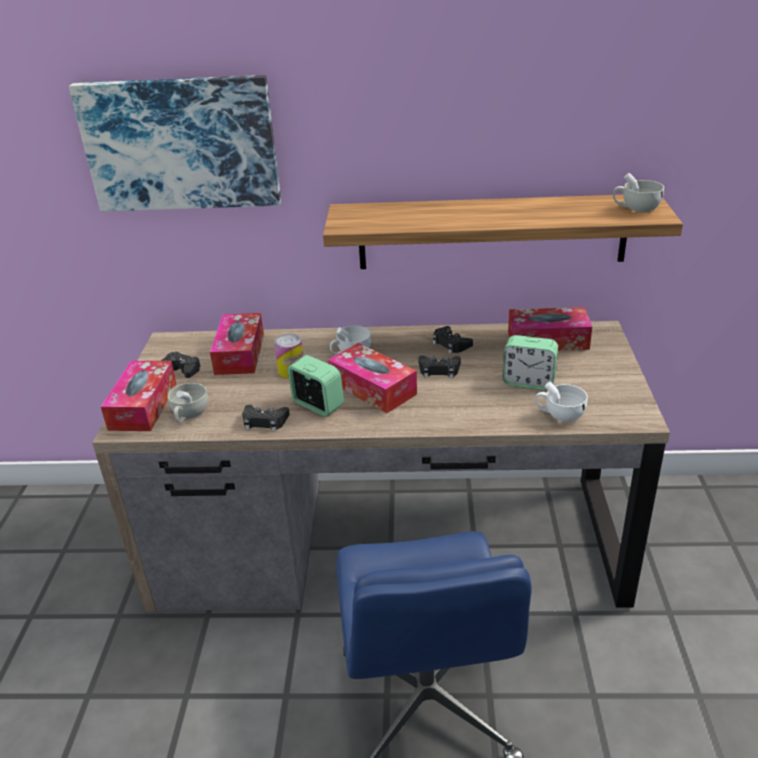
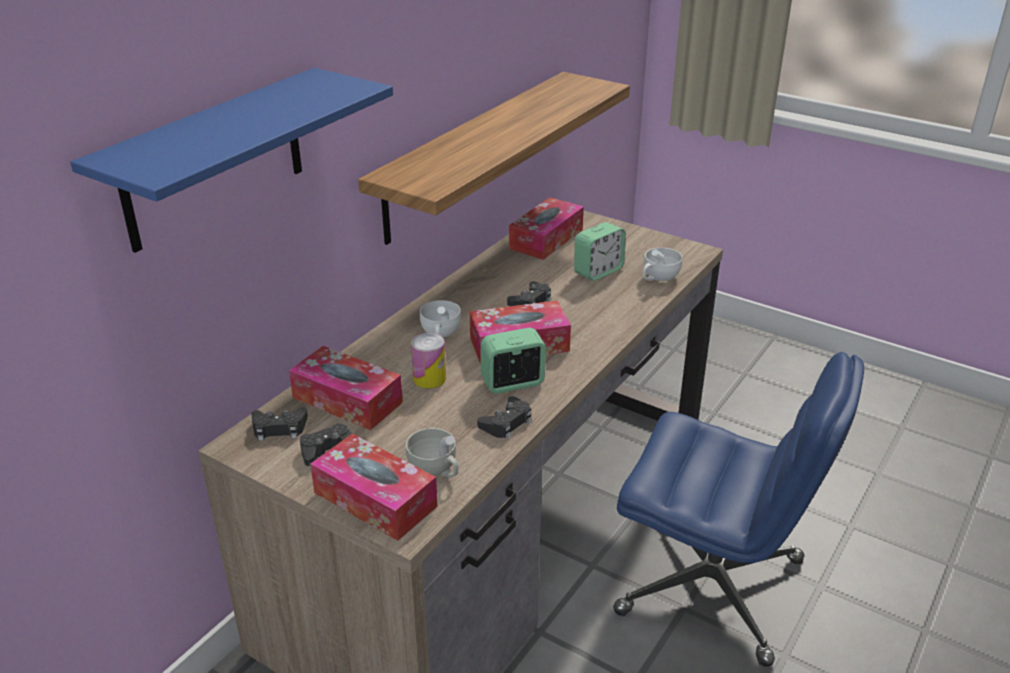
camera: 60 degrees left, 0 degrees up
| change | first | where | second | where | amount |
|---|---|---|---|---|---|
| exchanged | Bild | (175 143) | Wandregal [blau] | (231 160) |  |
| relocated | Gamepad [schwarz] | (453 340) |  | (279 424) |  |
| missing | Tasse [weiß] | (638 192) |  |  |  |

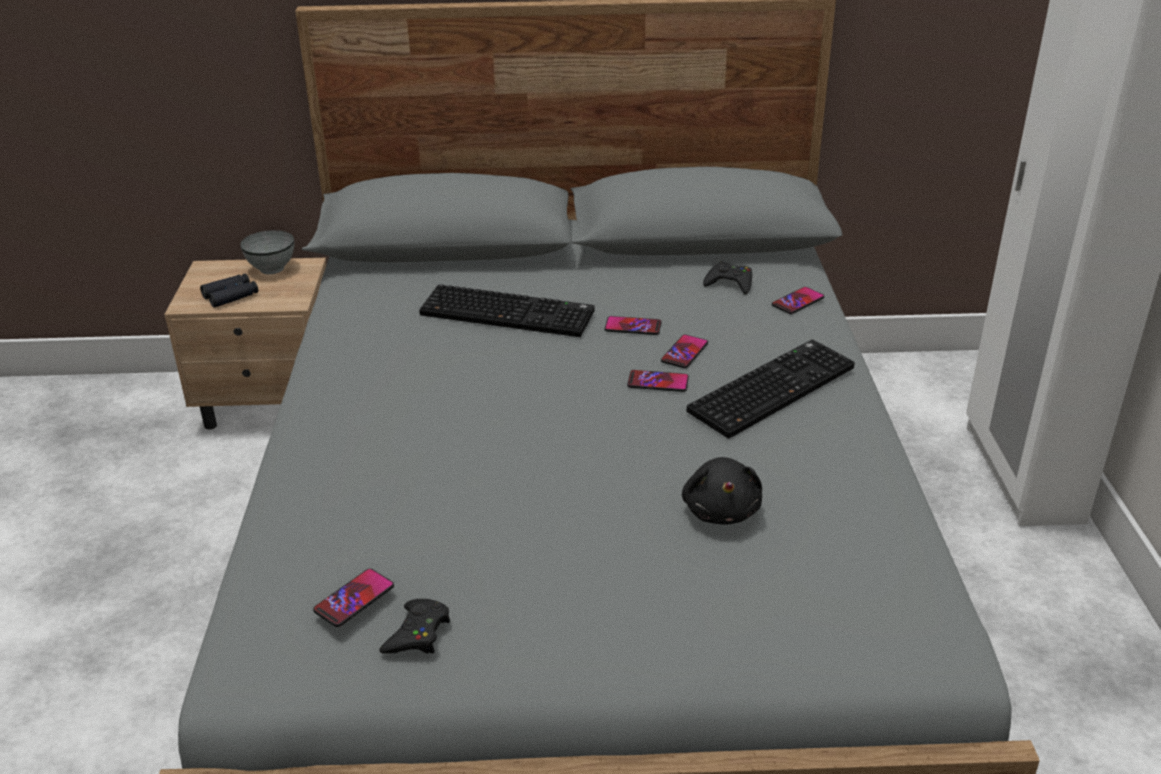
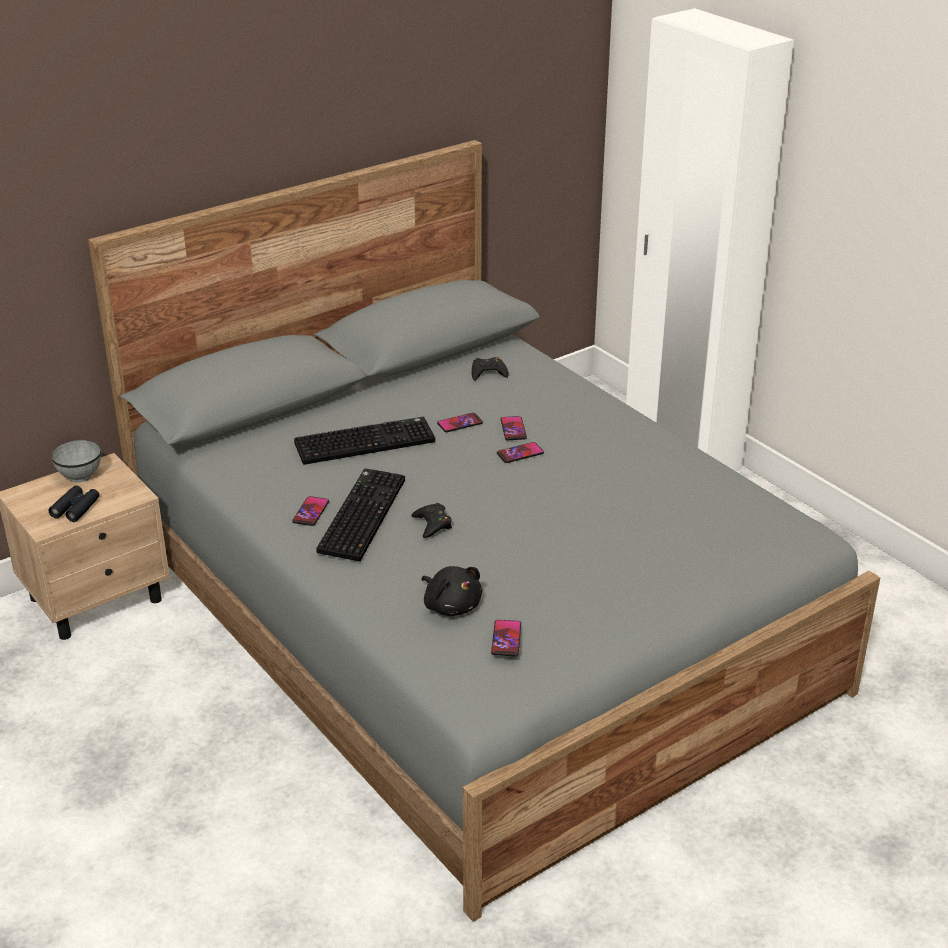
camera: 35 degrees left, 0 degrees up
| change | first | where | second | where | amount |
|---|---|---|---|---|---|
| relocated | Handy | (798 300) |  | (310 511) |  |
| relocated | Tastatur | (770 389) |  | (360 514) |  |
| relocated | Gamepad [schwarz] | (414 626) |  | (431 520) |  |
| relocated | Plüschtier [schwarz] | (722 491) |  | (452 591) |  |

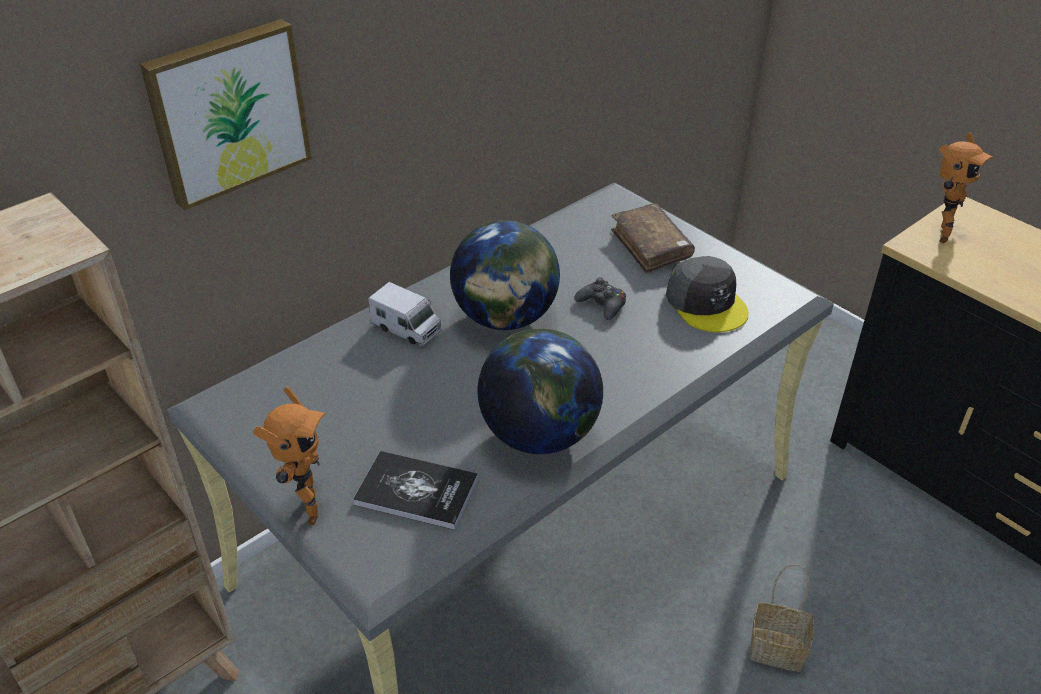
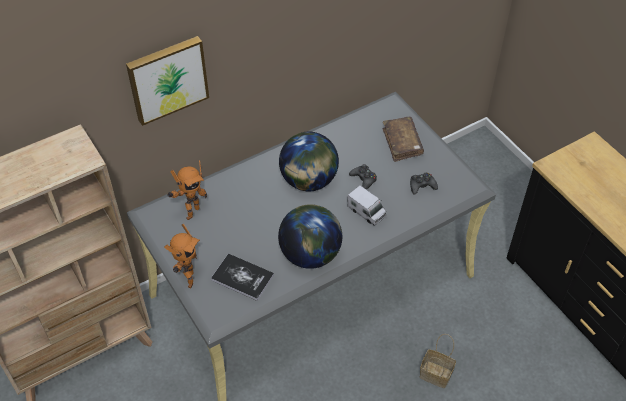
camera: 10 degrees right, 10 degrees up
| change | first | where | second | where | amount |
|---|---|---|---|---|---|
| relocated | Spielzeugroboter | (966 187) |  | (187 190) |  |
| relocated | Spielzeuglaster | (405 314) |  | (366 205) |  |
| exchanged | Kappe [grau] | (707 294) | Gamepad [schwarz] | (424 184) |  |

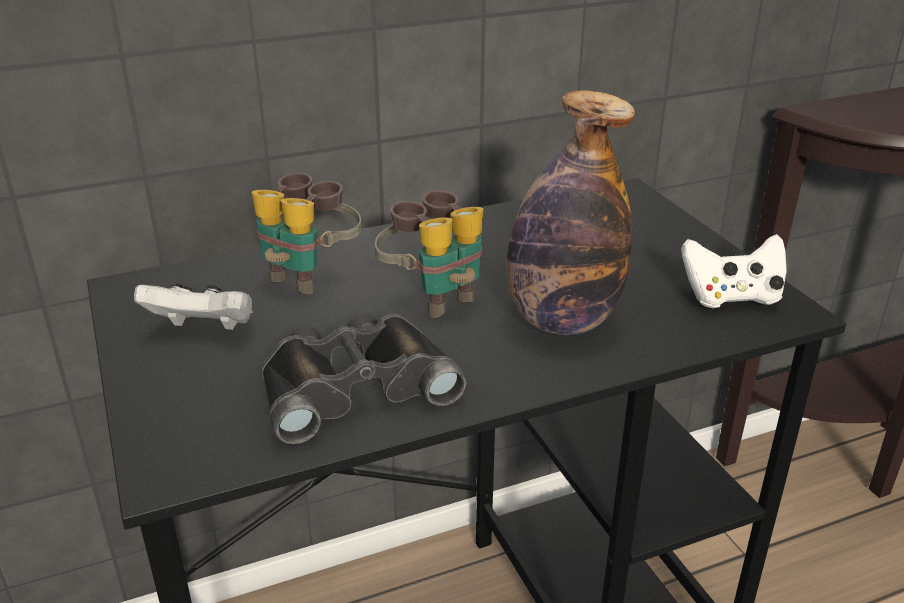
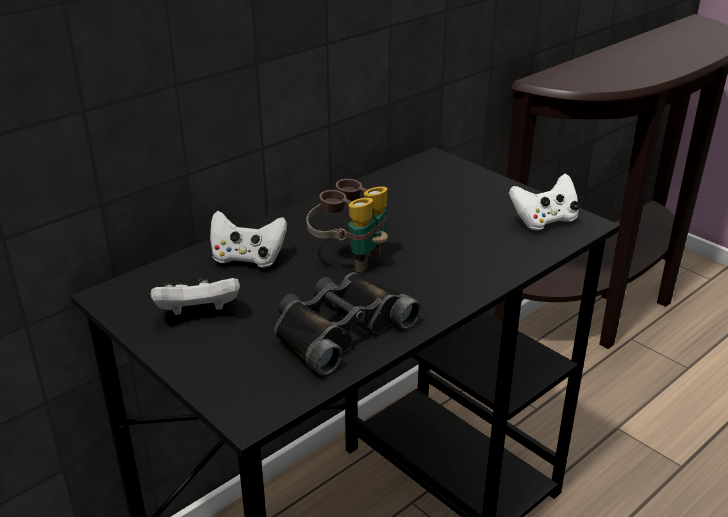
camera: 20 degrees left, 0 degrees up
| change | first | where | second | where | amount |
|---|---|---|---|---|---|
| exchanged | Fernglas | (307 234) | Gamepad [weiß] | (248 239) |  |
| missing | Flasche | (571 212) |  |  |  |

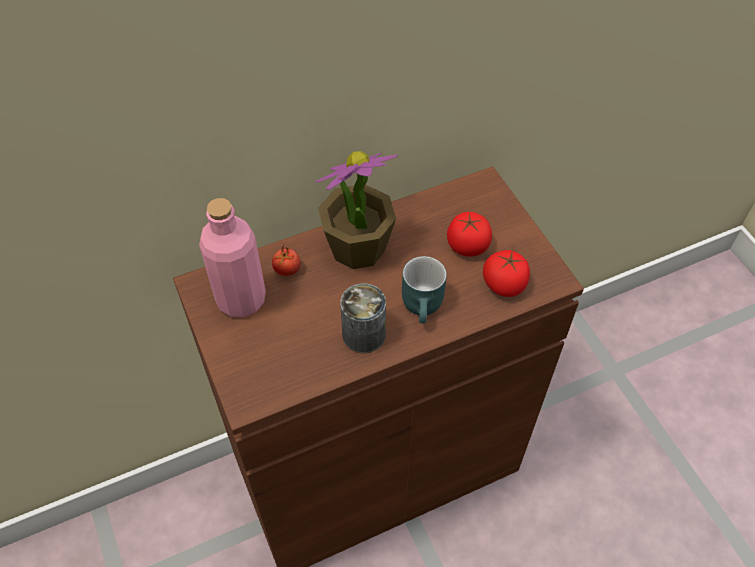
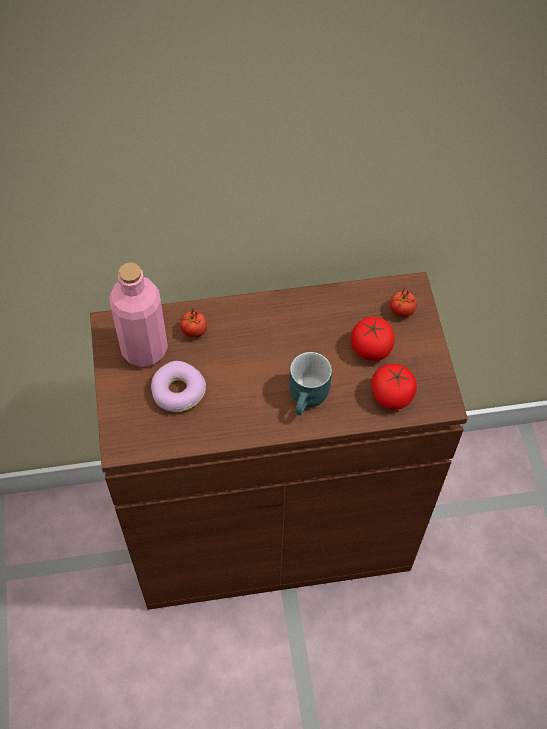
camera: 15 degrees right, 5 degrees up
| change | first | where | second | where | amount |
|---|---|---|---|---|---|
| appeared |  |  | Donut | (178 386) |  |
| appeared |  |  | Tomate | (403 302) |  |
| missing | Topfpflanze | (357 210) |  |  |  |
| missing | Dose | (363 318) |  |  |  |

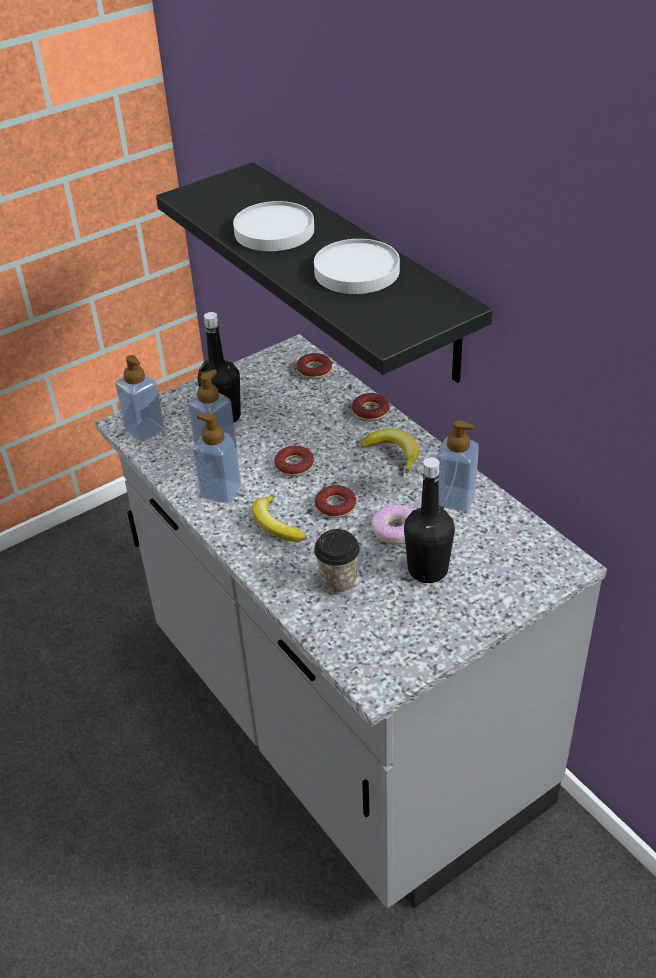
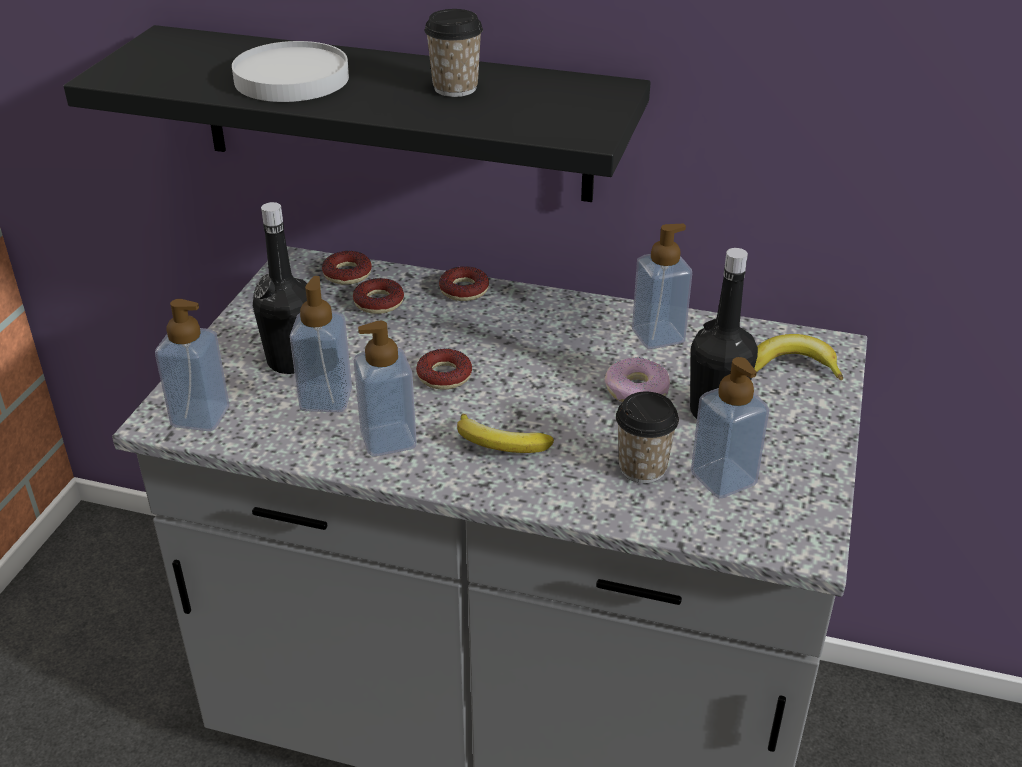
camera: 40 degrees left, 5 degrees down
| change | first | where | second | where | amount |
|---|---|---|---|---|---|
| relocated | Donut | (335 501) |  | (378 296) |  |
| exchanged | Teller [weiß] | (357 266) | Tasse | (453 53) |  |
| appeared |  |  | Seifenspender | (730 428) |  |
| relocated | Banane | (389 451) |  | (798 357) |  |

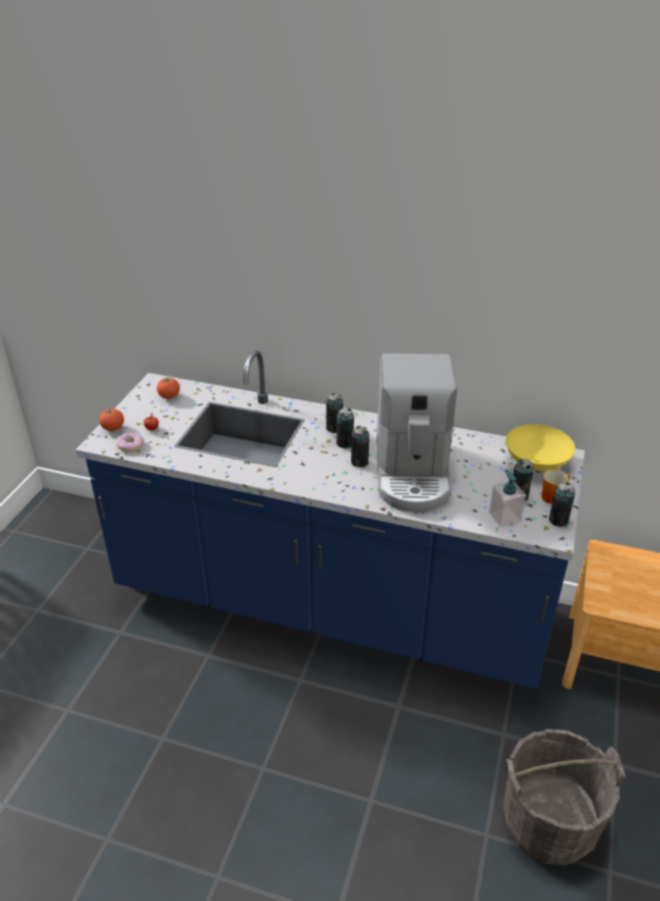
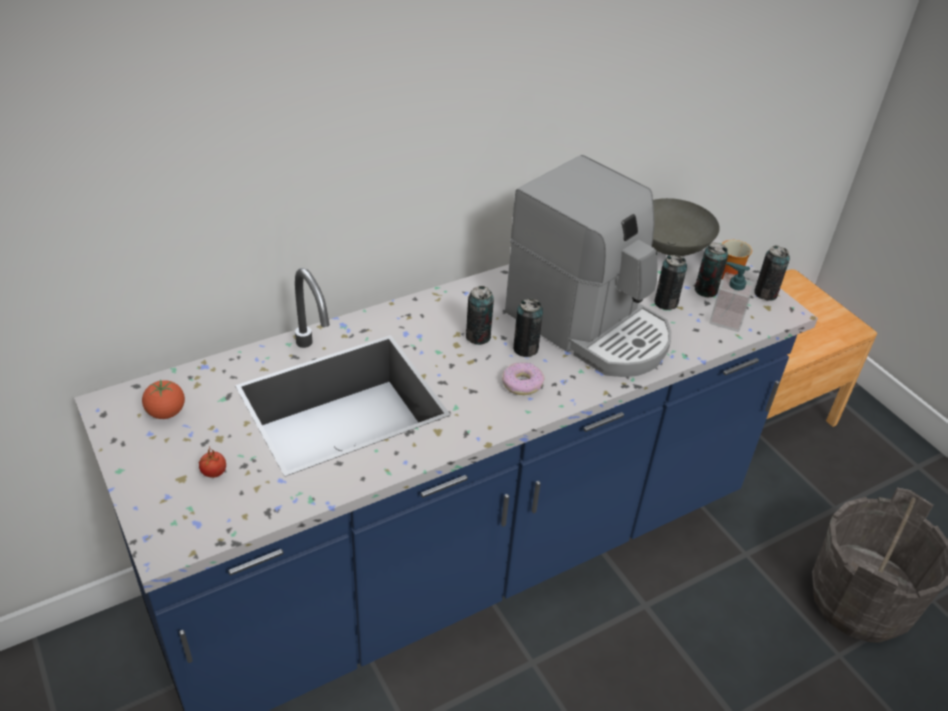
camera: 50 degrees left, 5 degrees up
| change | first | where | second | where | amount |
|---|---|---|---|---|---|
| relocated | Donut | (130 442) |  | (523 379) |  |
| colour | Schüssel [gelb] | (540 447) | Schüssel [grau] | (686 227) |  |
| relocated | Dose | (334 413) |  | (670 282) |  |
| missing | Tomate | (111 419) |  |  |  |

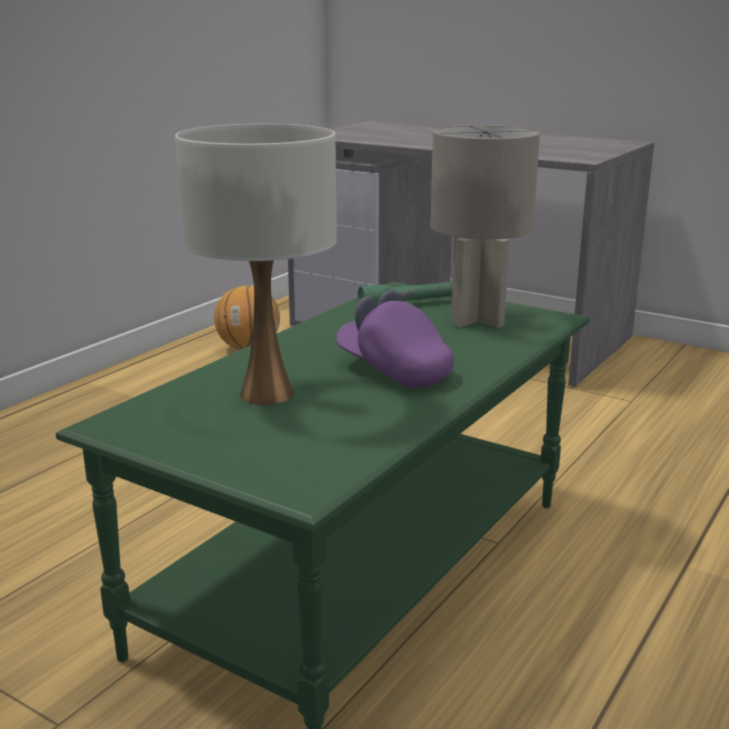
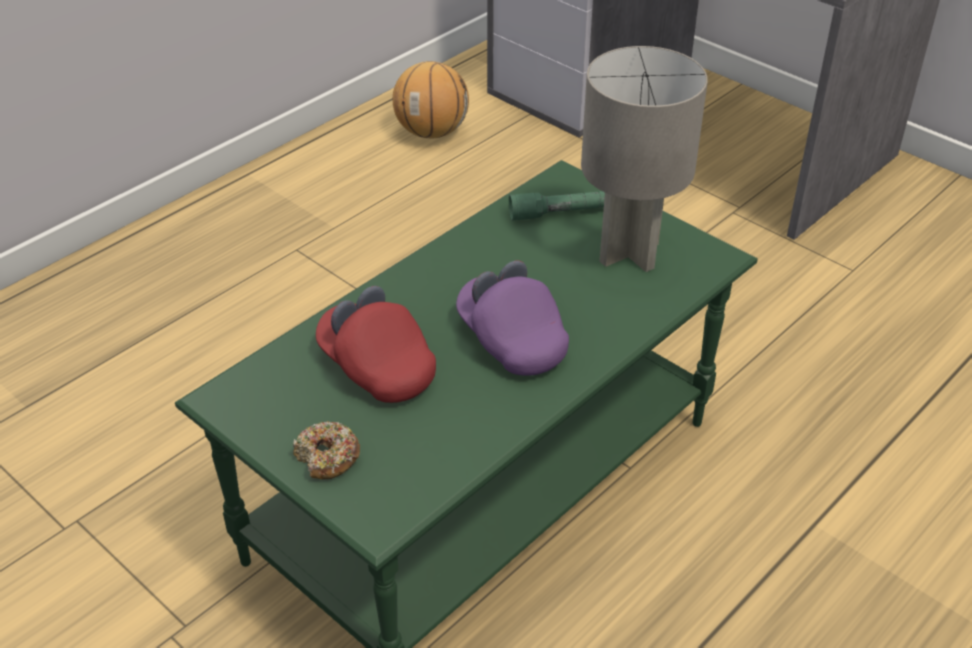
camera: 10 degrees right, 20 degrees up
| change | first | where | second | where | amount |
|---|---|---|---|---|---|
| appeared |  |  | Donut | (326 450) |  |
| exchanged | Tischlampe [weiß] | (256 264) | Kappe [rot] | (376 344) |  |

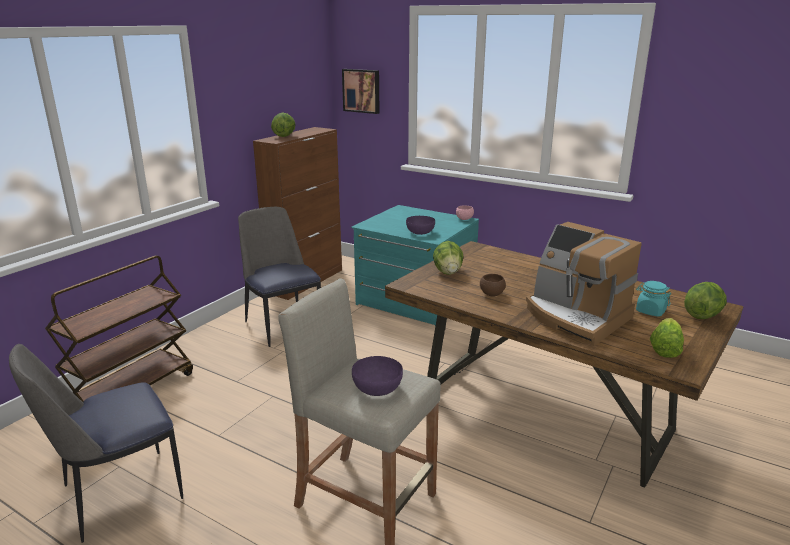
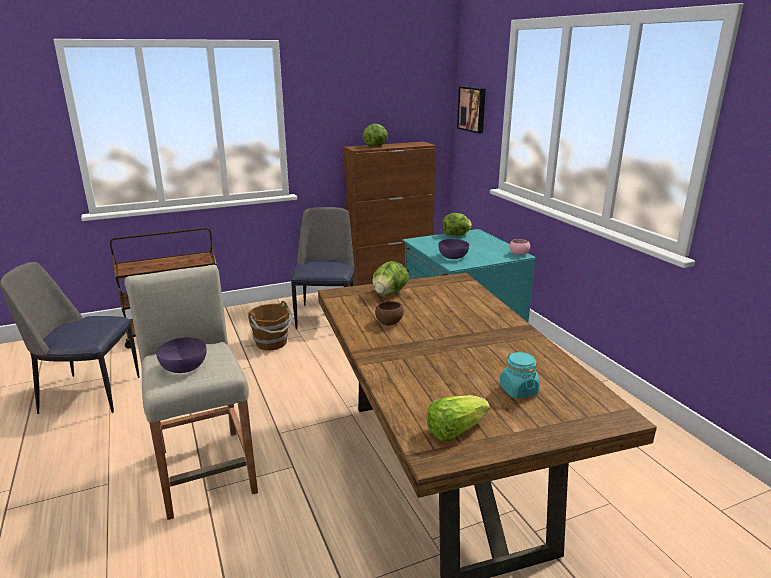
camera: 35 degrees right, 0 degrees up
| change | first | where | second | where | amount |
|---|---|---|---|---|---|
| appeared |  |  | Eimer [braun] | (270 326) |  |
| relocated | Salatkopf | (705 300) |  | (457 224) |  |
| missing | Kaffeemaschine | (584 284) |  |  |  |

